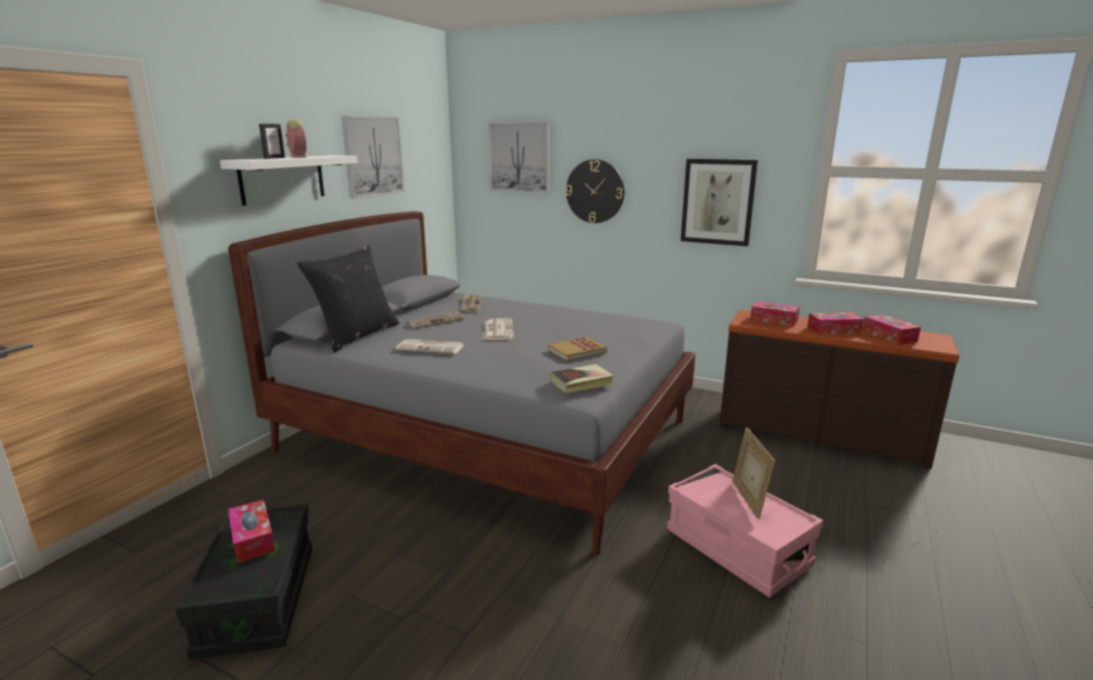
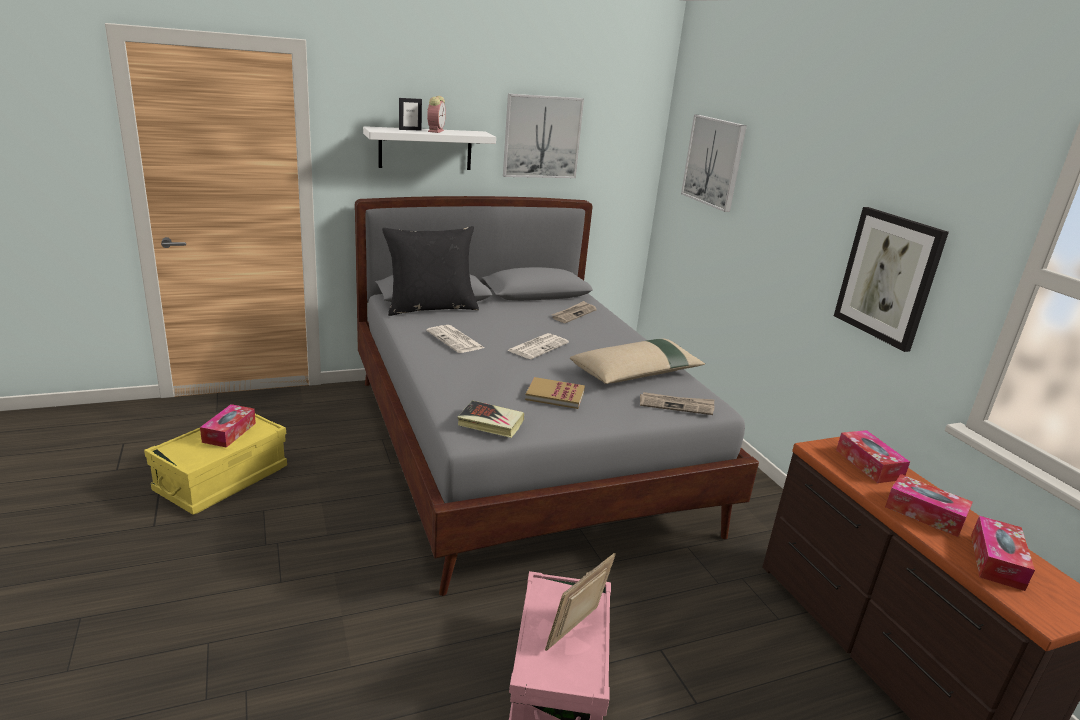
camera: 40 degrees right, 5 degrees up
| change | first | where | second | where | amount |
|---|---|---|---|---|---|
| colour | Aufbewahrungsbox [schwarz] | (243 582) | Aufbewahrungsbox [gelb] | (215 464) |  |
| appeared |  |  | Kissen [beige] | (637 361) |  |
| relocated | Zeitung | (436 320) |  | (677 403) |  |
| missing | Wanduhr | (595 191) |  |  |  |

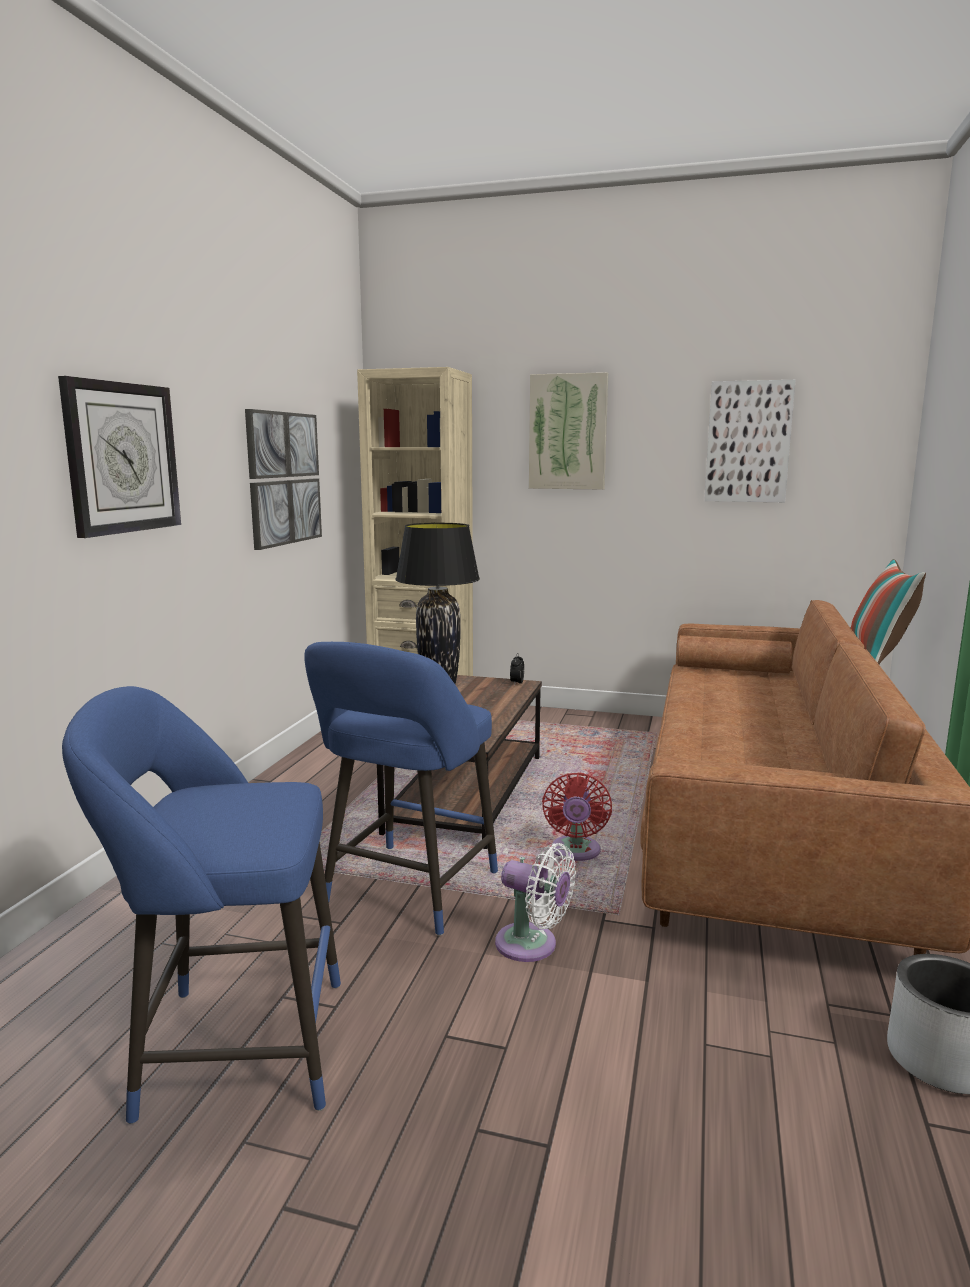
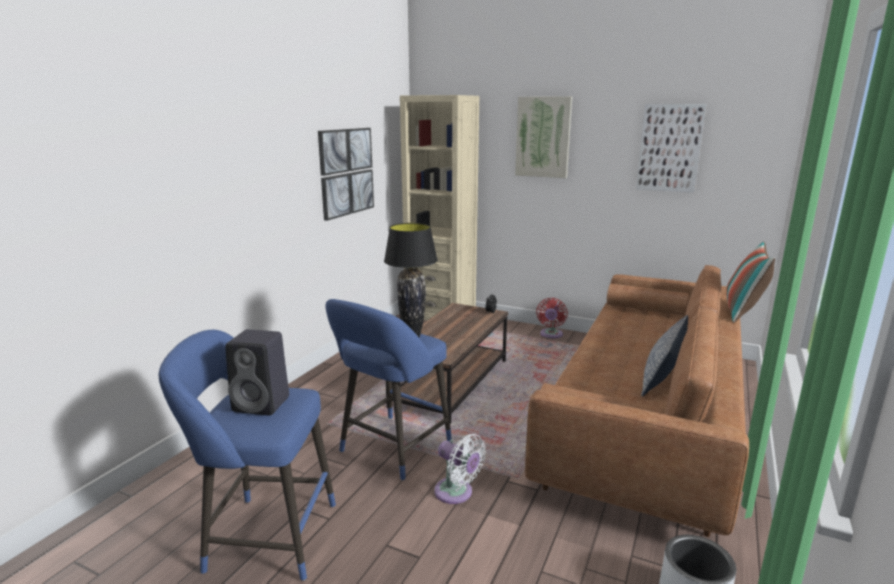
camera: 10 degrees right, 5 degrees up
| change | first | where | second | where | amount |
|---|---|---|---|---|---|
| appeared |  |  | Lautsprecher [schwarz] | (257 372) |  |
| relocated | Ventilator [rot] | (577 816) |  | (552 318) |  |
| appeared |  |  | Kissen | (664 356) |  |
| missing | Wanduhr | (119 457) |  |  |  |

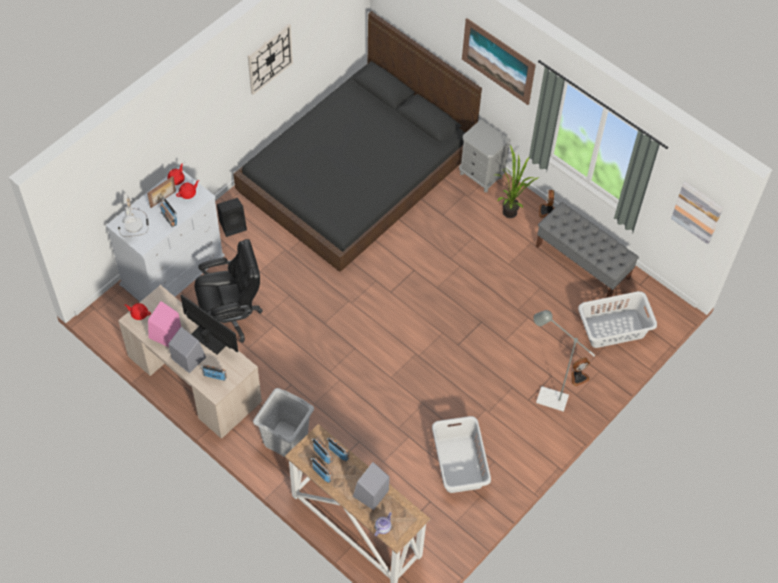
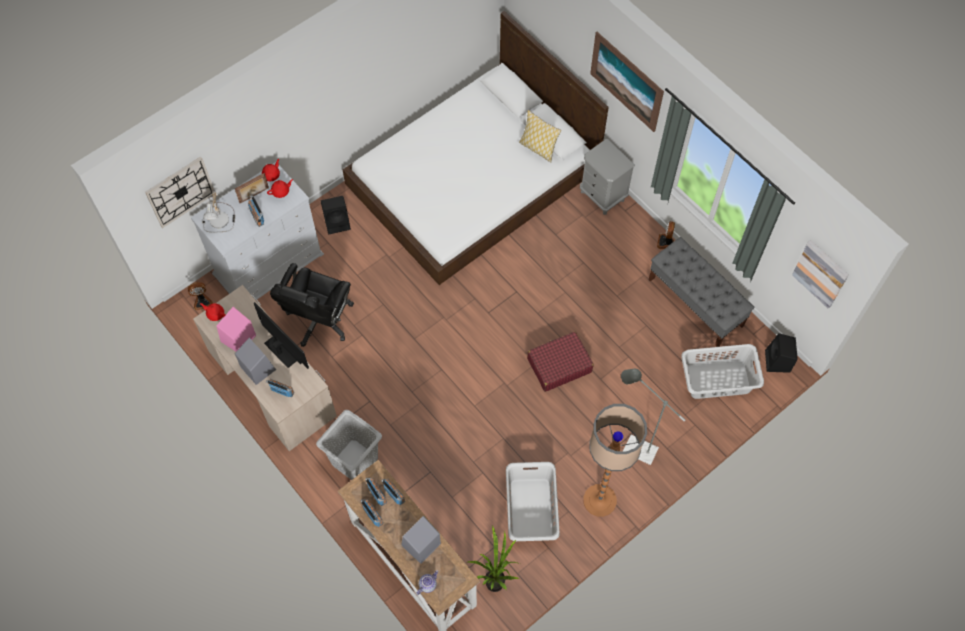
camera: 10 degrees right, 5 degrees up
| change | first | where | second | where | amount |
|---|---|---|---|---|---|
| relocated | Wanduhr | (270 59) |  | (179 192) |  |
| relocated | Ventilator | (580 372) |  | (200 296) |  |
| spun | Bürostuhl [schwarz] | (229 291) |  | (312 305) | 120 degrees clockwise |
| colour | Bett [schwarz] | (357 141) | Bett [weiß] | (475 148) |  |
| relocated | Topfpflanze | (517 181) |  | (494 558) |  |
| appeared |  |  | Kissen | (540 136) |  |
| appeared |  |  | Koffer [rot] | (560 362) |  |
| appeared |  |  | Stehlampe | (615 460) |  |
| appeared |  |  | Lautsprecher [schwarz] | (781 353) |  |

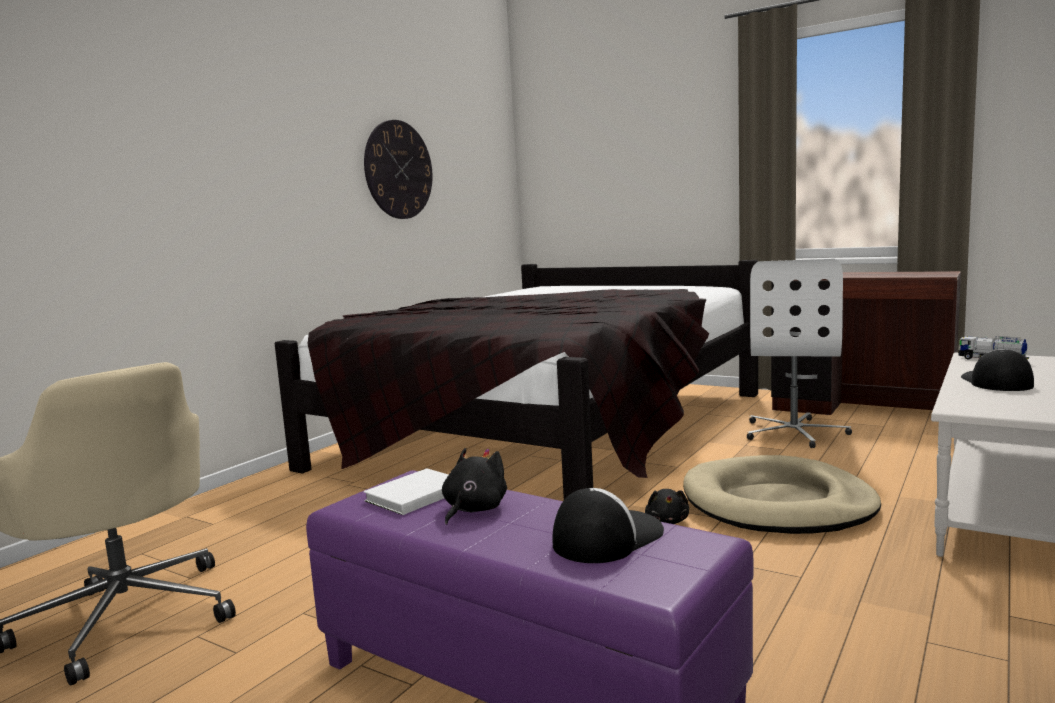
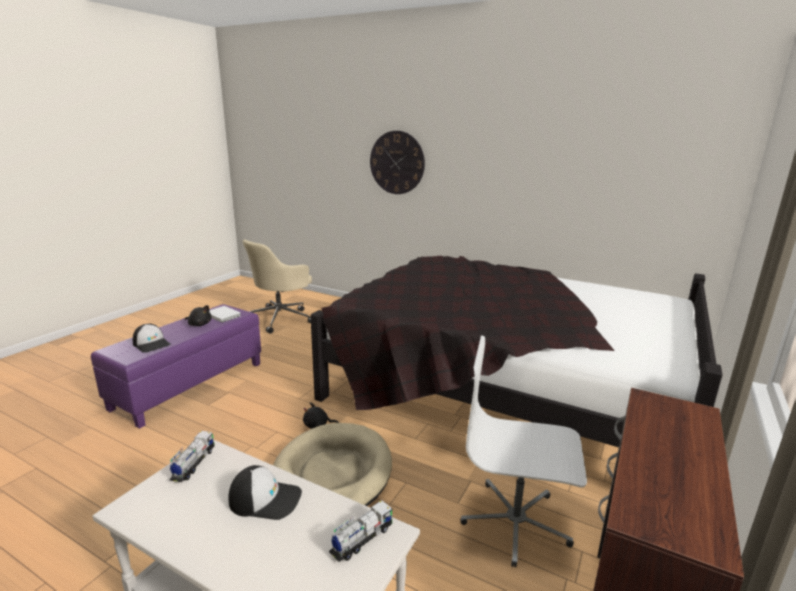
camera: 85 degrees right, 10 degrees up
| change | first | where | second | where | amount |
|---|---|---|---|---|---|
| appeared |  |  | Spielzeuglaster | (192 456) |  |
| relocated | Wanduhr | (398 169) |  | (397 162) |  |

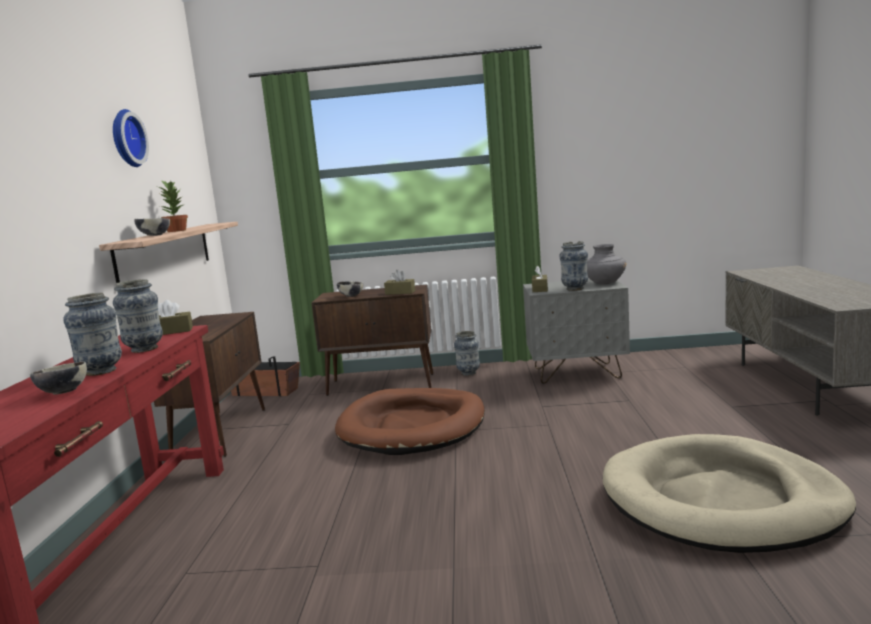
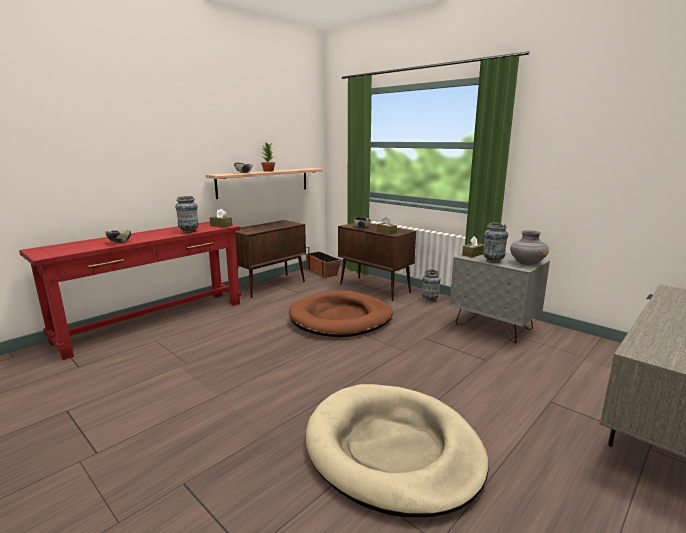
camera: 40 degrees right, 5 degrees up
| change | first | where | second | where | amount |
|---|---|---|---|---|---|
| missing | Vase | (92 334) |  |  |  |
| missing | Wanduhr | (131 138) |  |  |  |

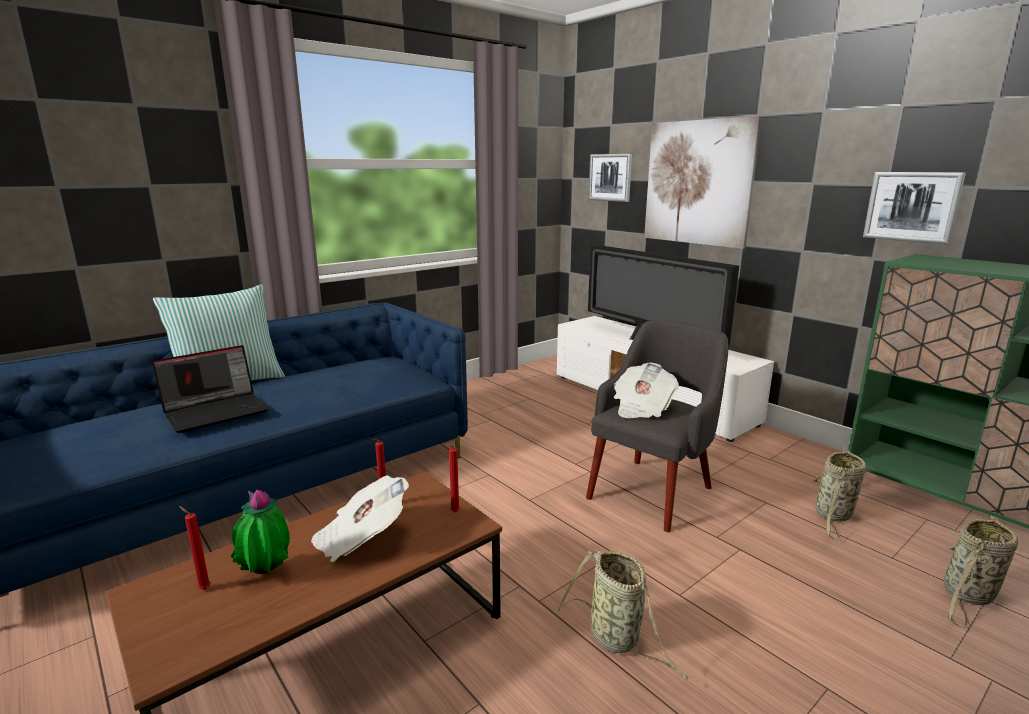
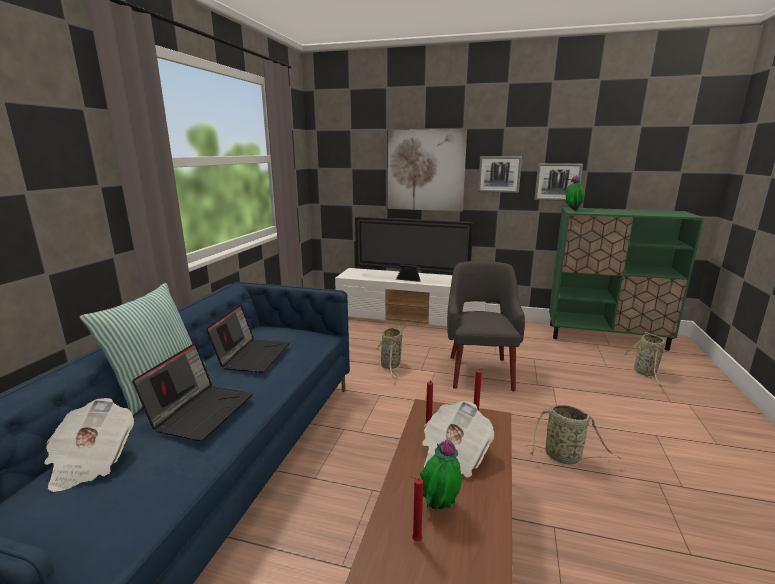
camera: 35 degrees left, 0 degrees up
| change | first | where | second | where | amount |
|---|---|---|---|---|---|
| relocated | Zeitung | (646 390) |  | (89 445) |  |
| appeared |  |  | Laptop | (248 338) |  |
| relocated | Korb | (839 495) |  | (389 352) |  |
| relocated | Bild | (610 178) |  | (500 174) |  |
| appeared |  |  | Topfpflanze | (575 192) |  |

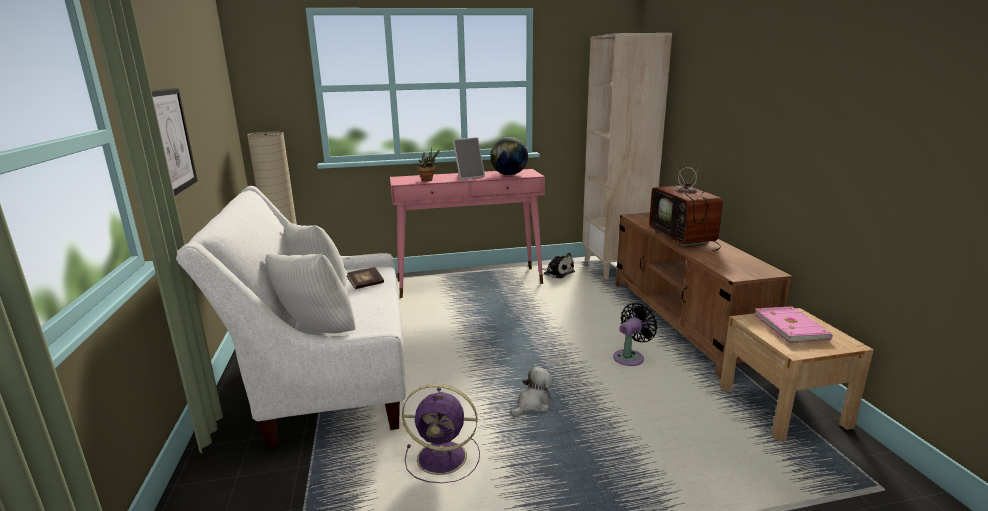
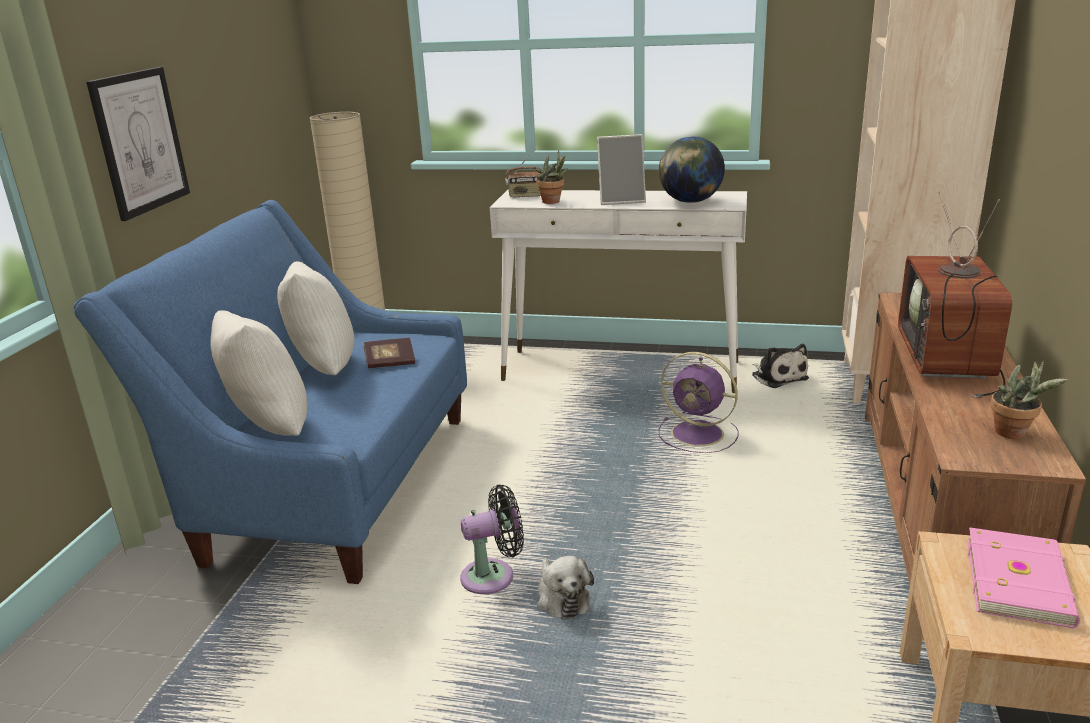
camera: 25 degrees right, 5 degrees up
| change | first | where | second | where | amount |
|---|---|---|---|---|---|
| colour | Sofa [weiß] | (291 317) | Sofa [blau] | (270 392) |  |
| relocated | Ventilator [schwarz] | (635 334) |  | (492 539) |  |
| colour | Konsolentisch [rosa] | (467 233) | Konsolentisch [weiß] | (618 291) |  |
| appeared |  |  | Radio | (523 176) |  |
| spun | Plüschtier | (531 392) |  | (565 588) | 90 degrees clockwise |
| relocated | Ventilator [lila] | (441 433) |  | (699 402) |  |
| appeared |  |  | Topfpflanze | (1029 400) |  |

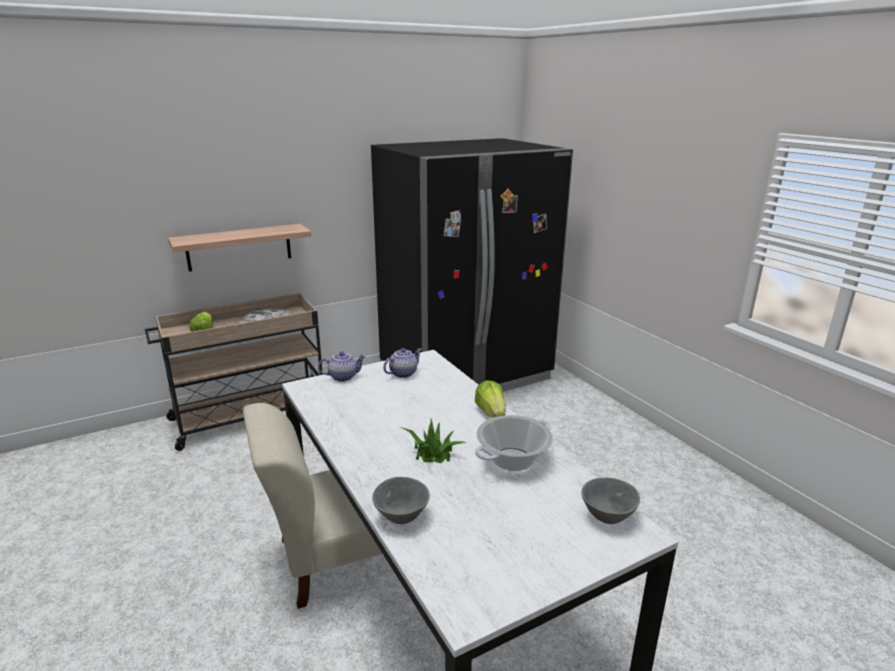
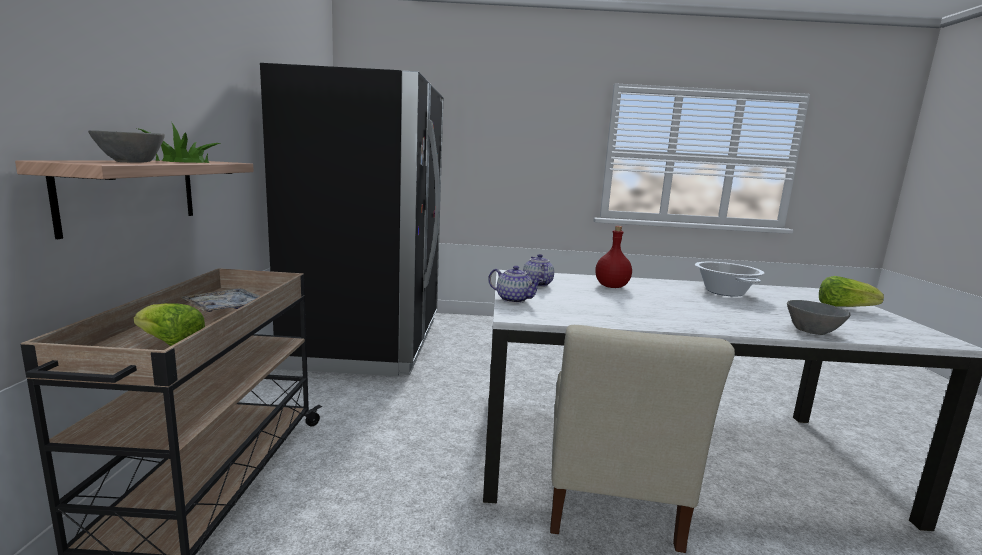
camera: 60 degrees left, 10 degrees down
| change | first | where | second | where | amount |
|---|---|---|---|---|---|
| relocated | Schüssel [grau] | (610 501) |  | (126 146) |  |
| relocated | Topfpflanze | (433 441) |  | (179 142) |  |
| spun | Teekanne | (342 366) |  | (515 284) | 105 degrees clockwise |
| appeared |  |  | Flasche [rot] | (613 257) |  |
| relocated | Salatkopf | (490 399) |  | (851 291) |  |

